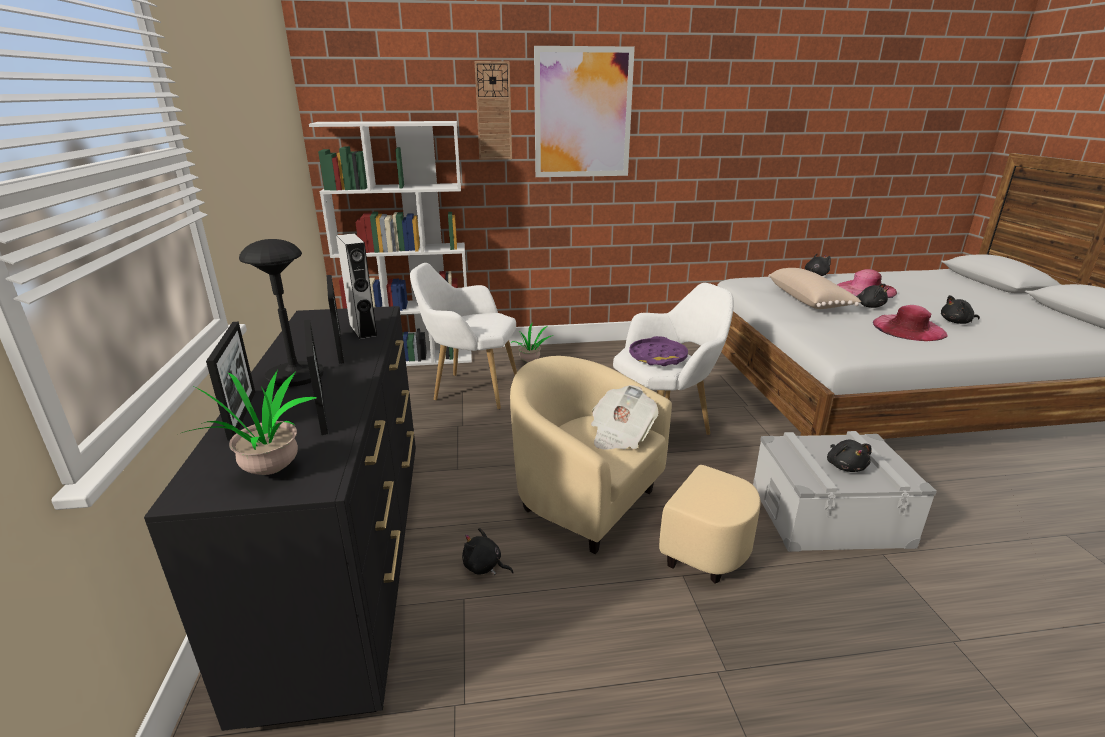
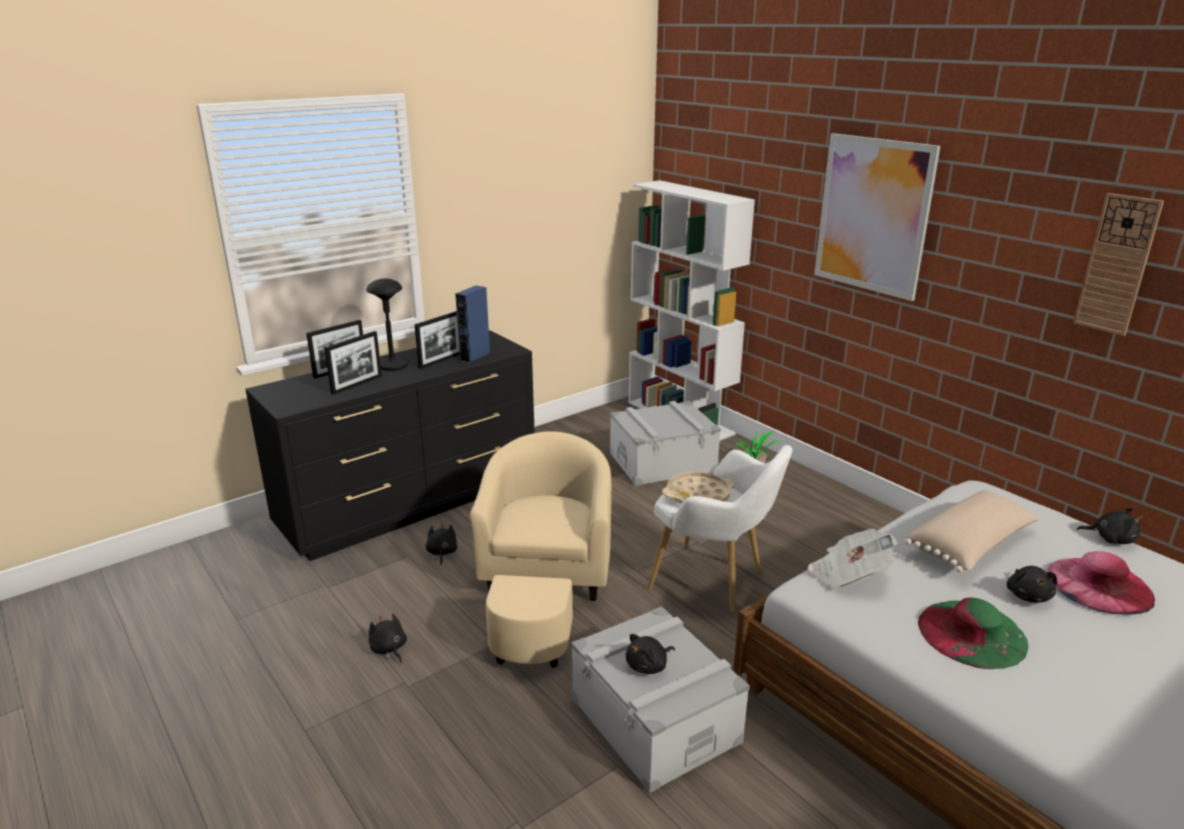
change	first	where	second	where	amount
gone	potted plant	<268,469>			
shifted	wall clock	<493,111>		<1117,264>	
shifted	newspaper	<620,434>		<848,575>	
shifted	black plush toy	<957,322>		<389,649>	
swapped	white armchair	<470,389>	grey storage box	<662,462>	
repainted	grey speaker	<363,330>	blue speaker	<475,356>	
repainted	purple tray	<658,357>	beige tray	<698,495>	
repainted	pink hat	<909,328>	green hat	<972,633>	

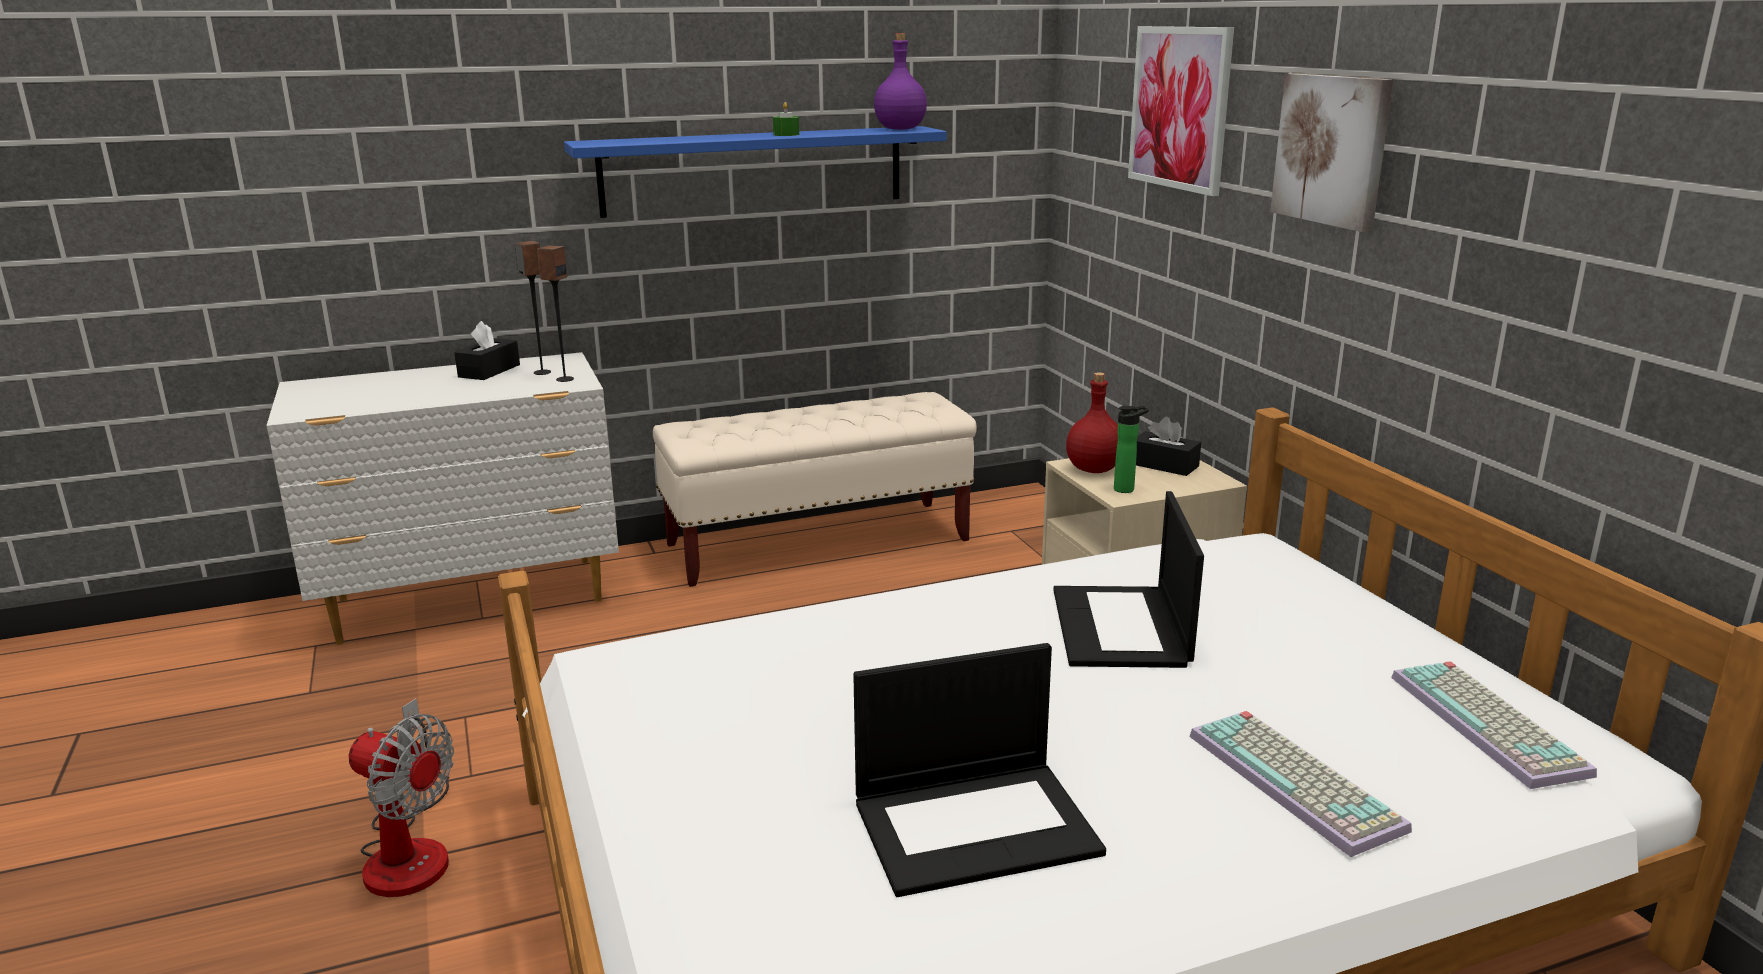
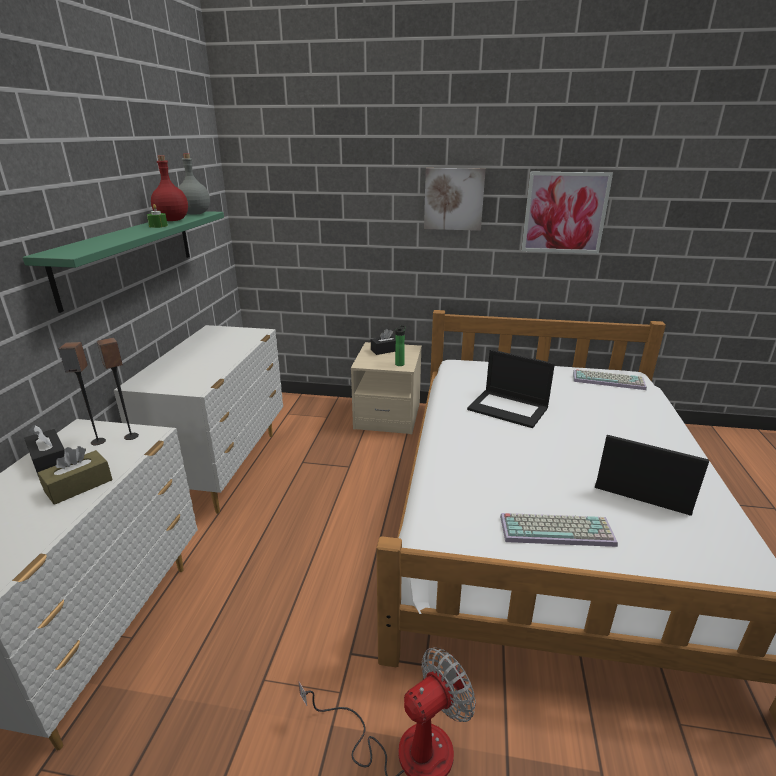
change	first	where	second	where	amount
new			brown tissue box	<79,486>	
shifted	red bottle	<1093,469>		<172,220>	
shifted	picture	<1180,108>		<564,213>	
shifted	keyboard	<1298,781>		<557,529>	
swapped	beige bench	<819,543>	white dresser	<225,467>	
repainted	blue shelf	<753,170>	green shelf	<129,254>	
repainted	purple bottle	<901,129>	grey bottle	<196,214>	
rotated	laptop	<977,825>		<642,486>	75 degrees counterclockwise

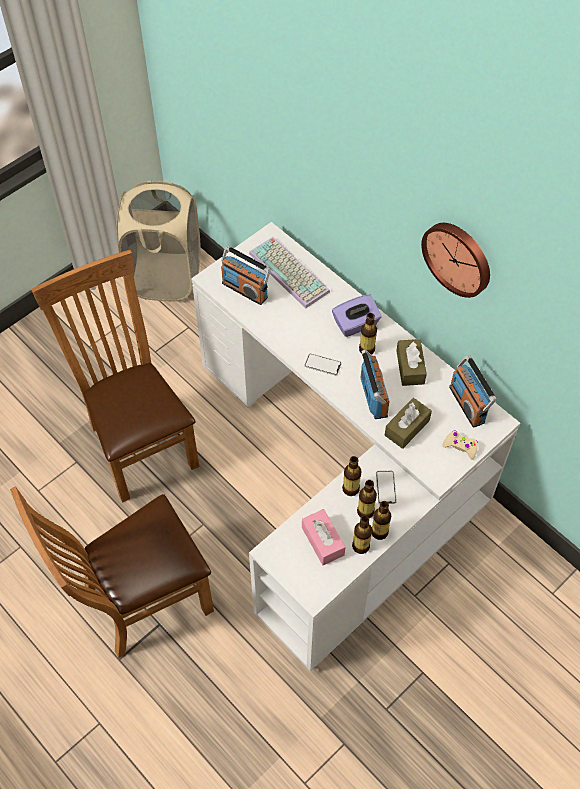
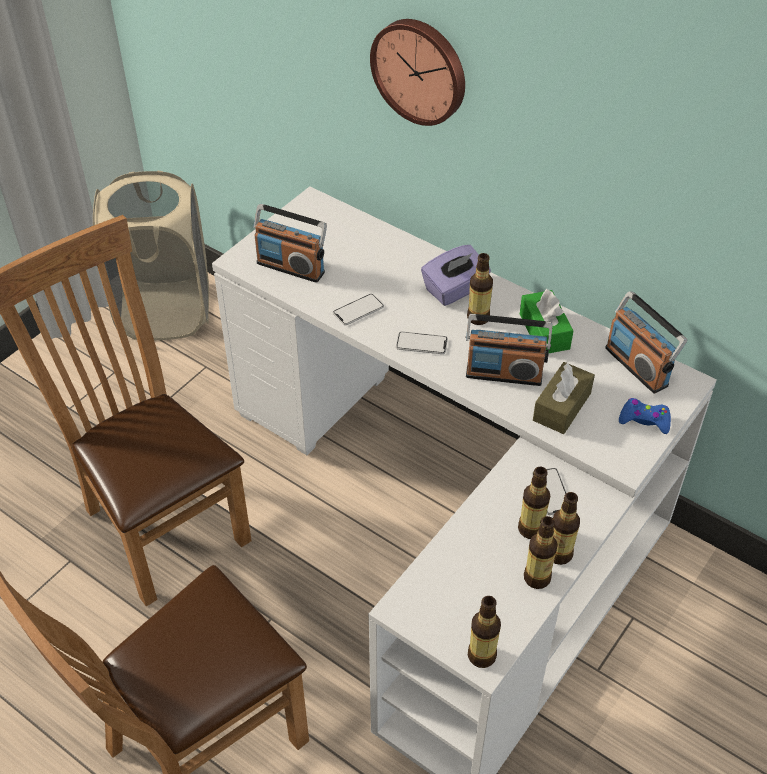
change	first	where	second	where	amount
gone	keyboard	<291,272>			
gone	pink tissue box	<323,541>			
new			phone	<358,310>	
shifted	bottle	<350,489>		<481,655>	
shifted	wall clock	<458,257>		<420,70>	
repainted	brown tissue box	<410,367>	green tissue box	<544,331>	
repainted	beige game controller	<460,446>	blue game controller	<644,420>	
rotated	radio	<374,396>		<504,374>	120 degrees clockwise

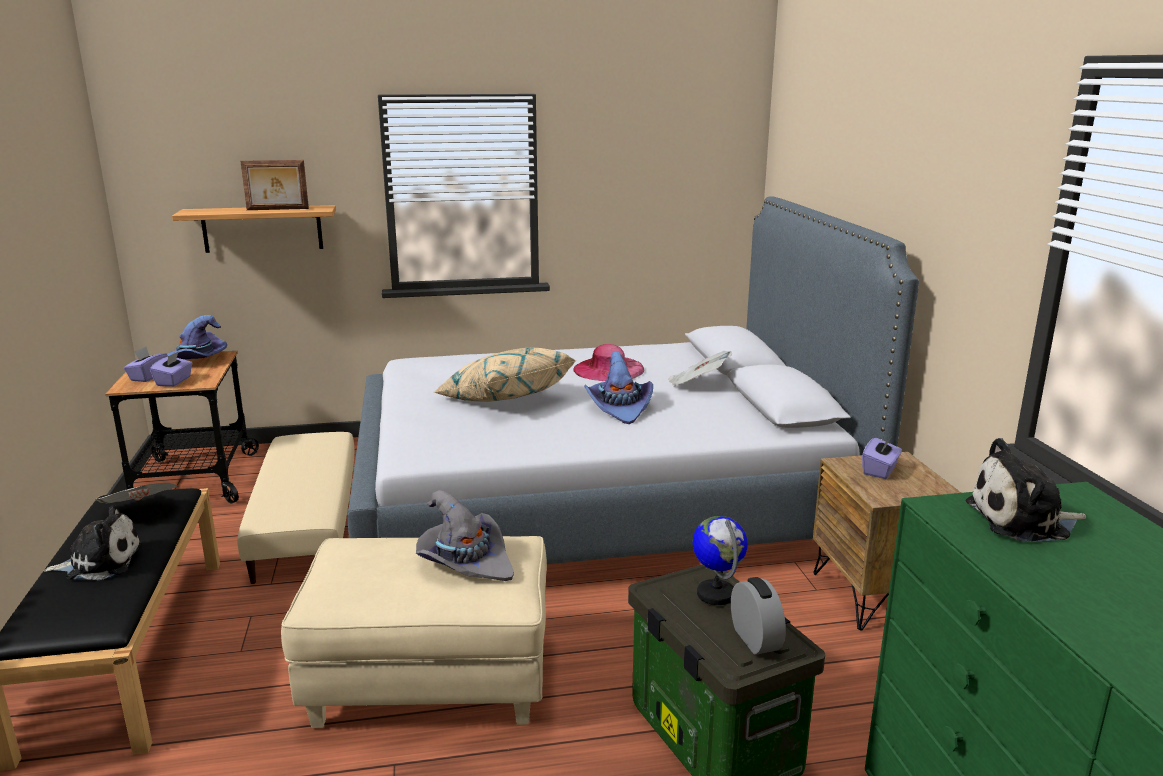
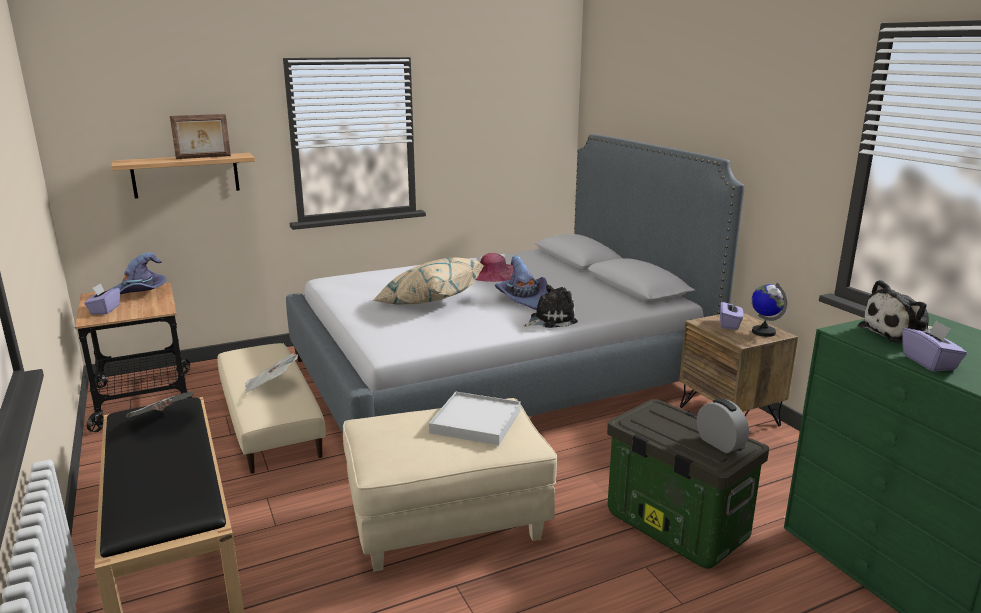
change	first	where	second	where	amount
shifted	plush toy	<100,562>		<550,320>	
shifted	purple tissue box	<174,381>		<929,362>	
shifted	newspaper	<697,384>		<271,386>	
shifted	globe	<716,594>		<763,332>	
swapped	grey hat	<465,562>	white tray	<475,421>	

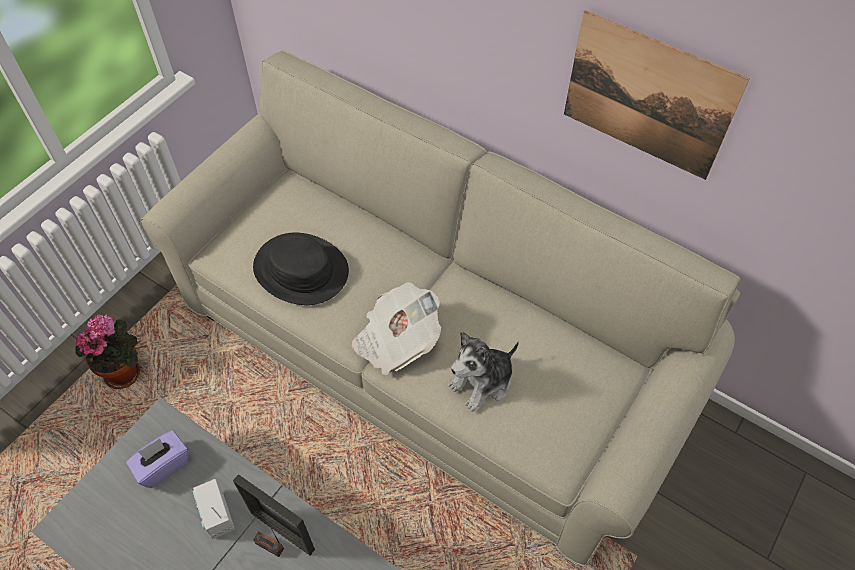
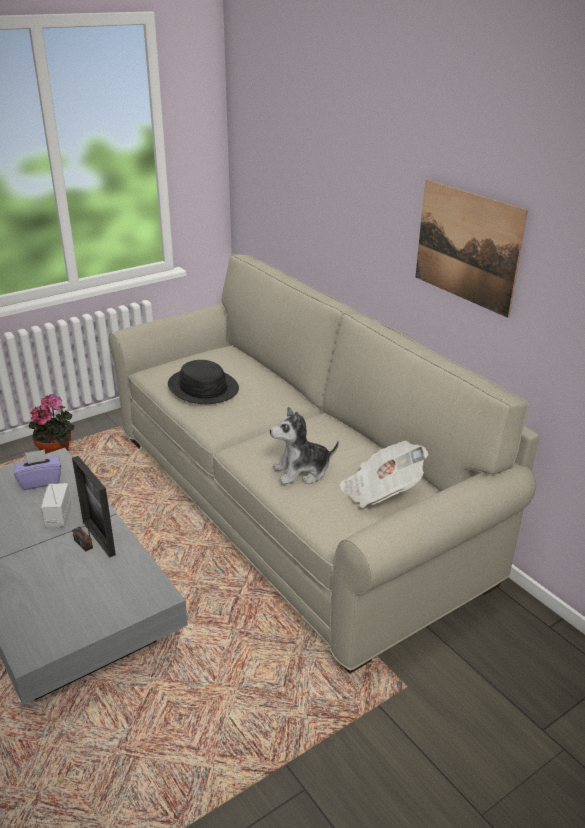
change	first	where	second	where	amount
shifted	newspaper	<396,340>		<381,491>	

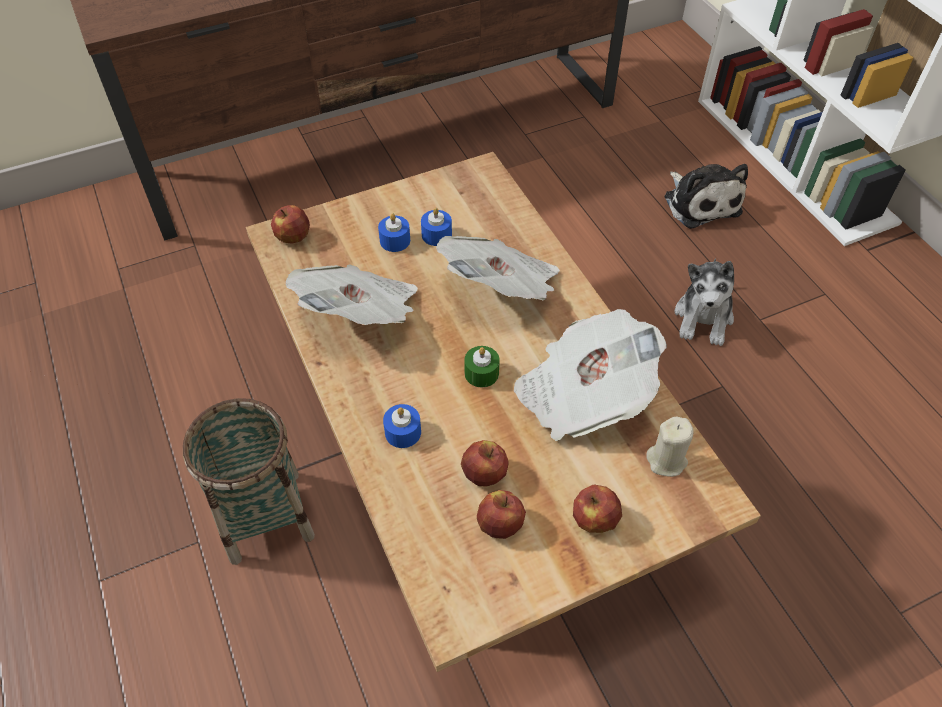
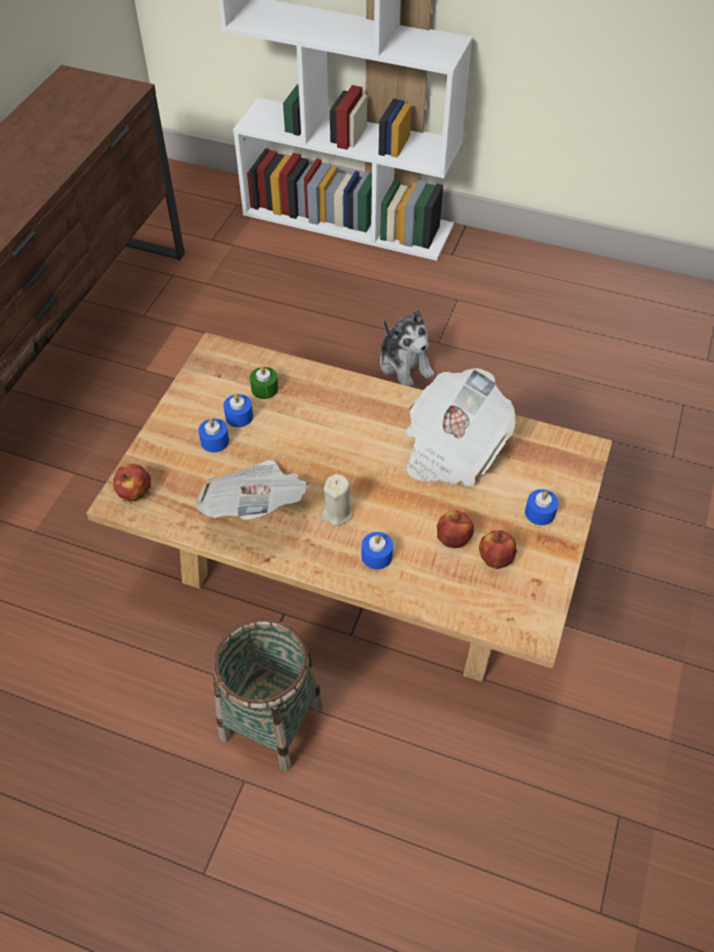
change	first	where	second	where	amount
gone	newspaper	<502,288>			
gone	plush toy	<700,202>			
shifted	green candle	<481,373>		<264,389>	
shifted	beige candle	<666,460>		<337,512>	
swapped	apple	<595,520>	blue candle	<540,513>	

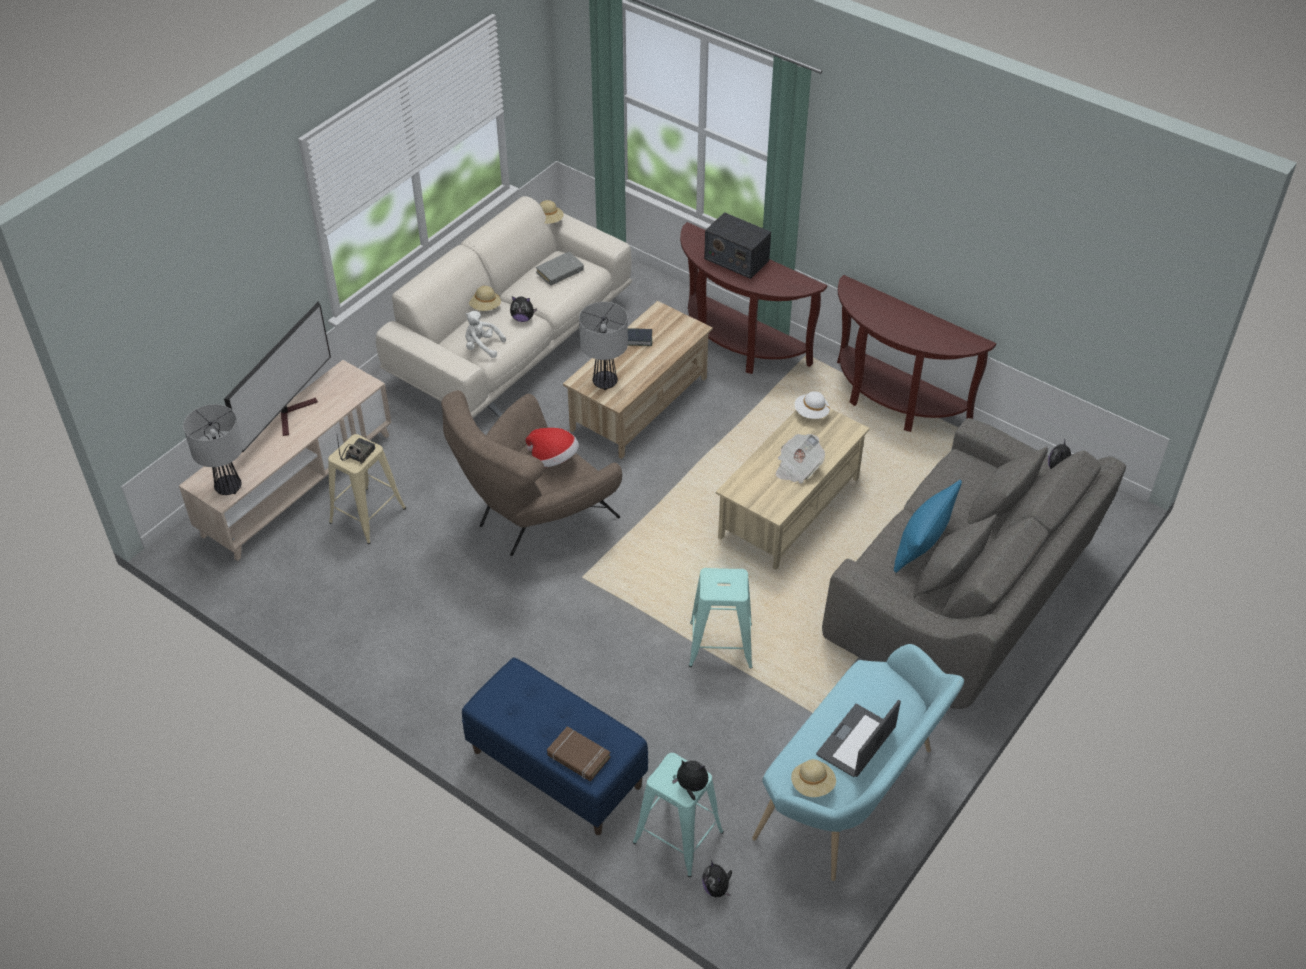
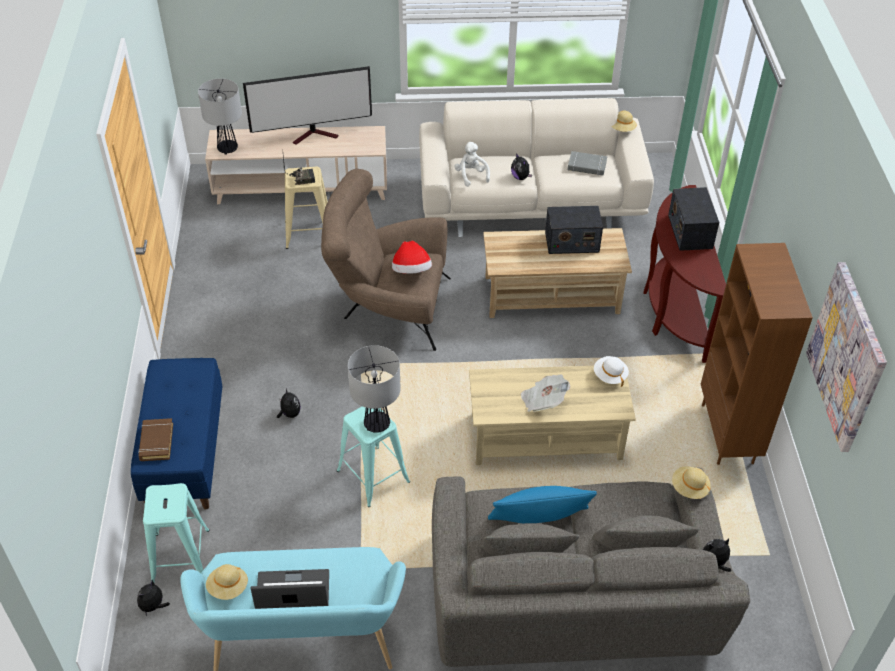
change	first	where	second	where	amount
new			picture	<847,357>	
shifted	beige hat	<484,307>		<689,488>	
shifted	table lamp	<605,383>		<376,424>	
shifted	plush toy	<691,787>		<289,414>	
swapped	book	<639,339>	radio	<571,242>	
swapped	brown console table	<893,402>	brown bookcase	<728,434>	

